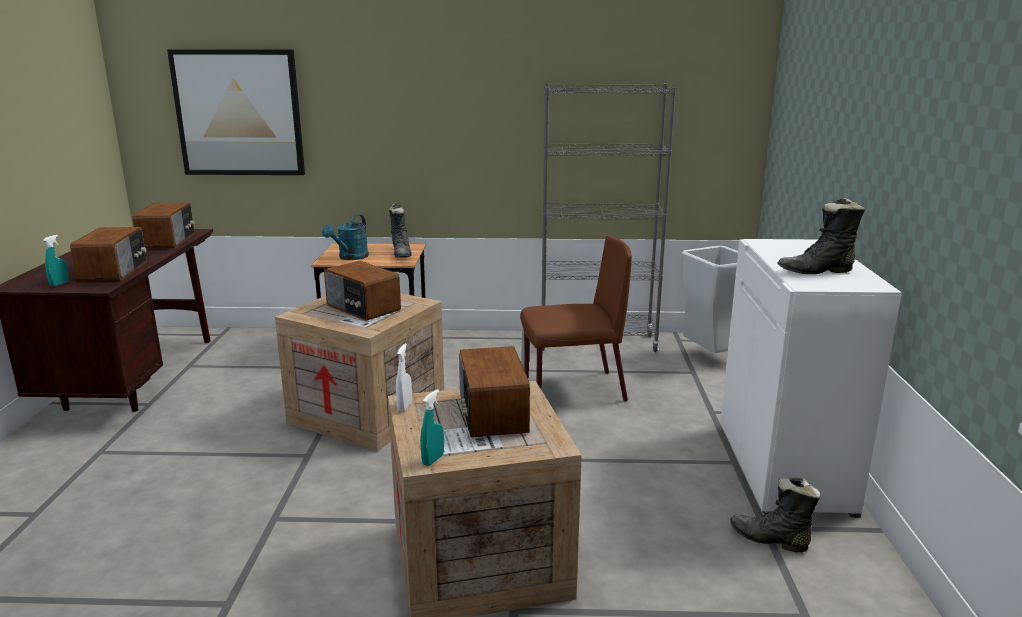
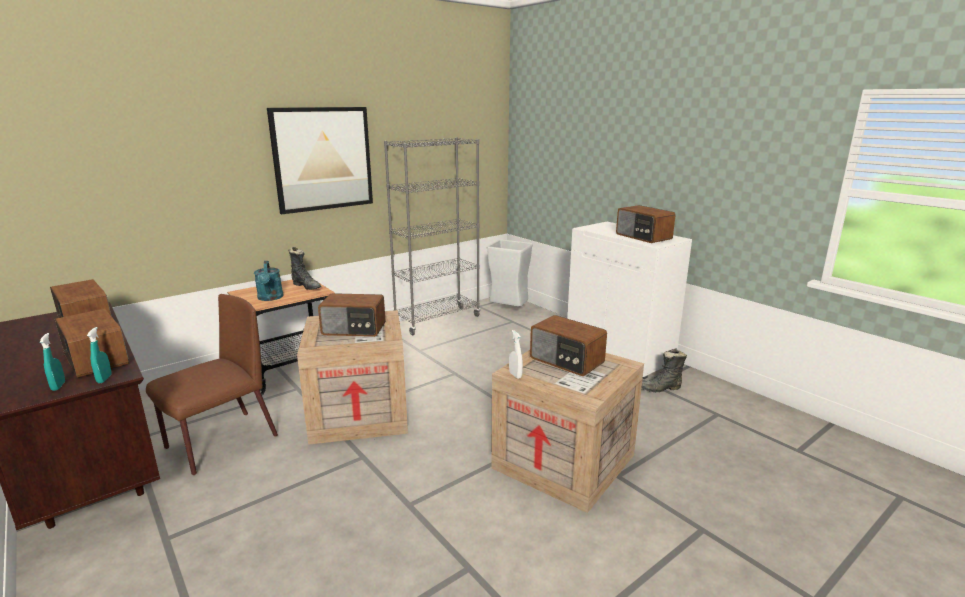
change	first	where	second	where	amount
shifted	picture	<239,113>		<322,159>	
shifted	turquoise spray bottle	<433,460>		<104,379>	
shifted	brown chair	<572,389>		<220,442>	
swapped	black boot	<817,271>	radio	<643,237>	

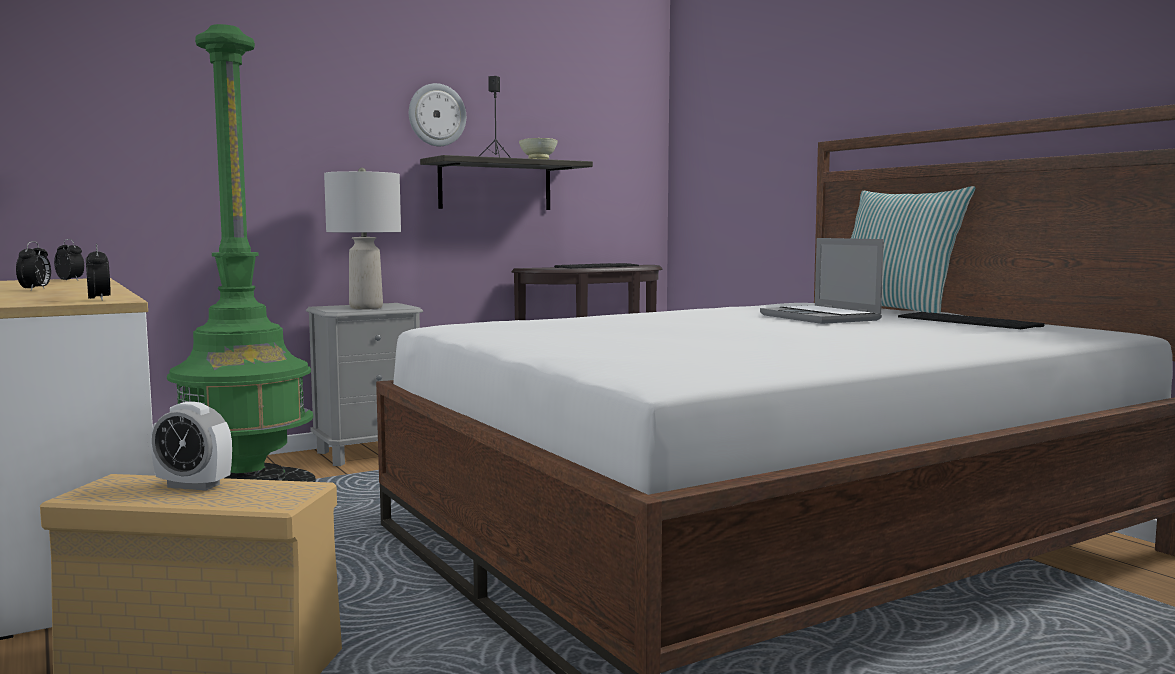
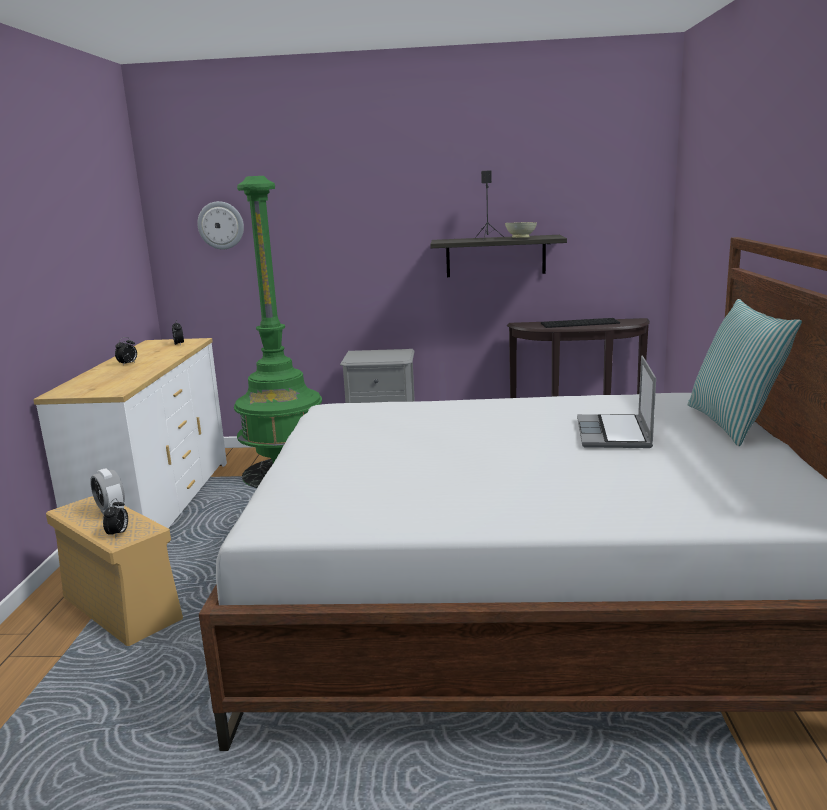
change	first	where	second	where	amount
gone	grey table lamp	<366,307>			
gone	keyboard	<970,321>			
shifted	alarm clock	<99,300>		<118,534>	
shifted	wall clock	<437,115>		<221,225>	

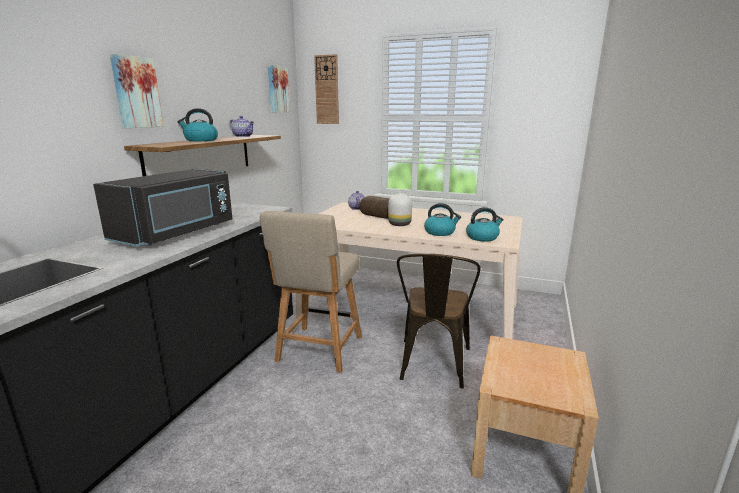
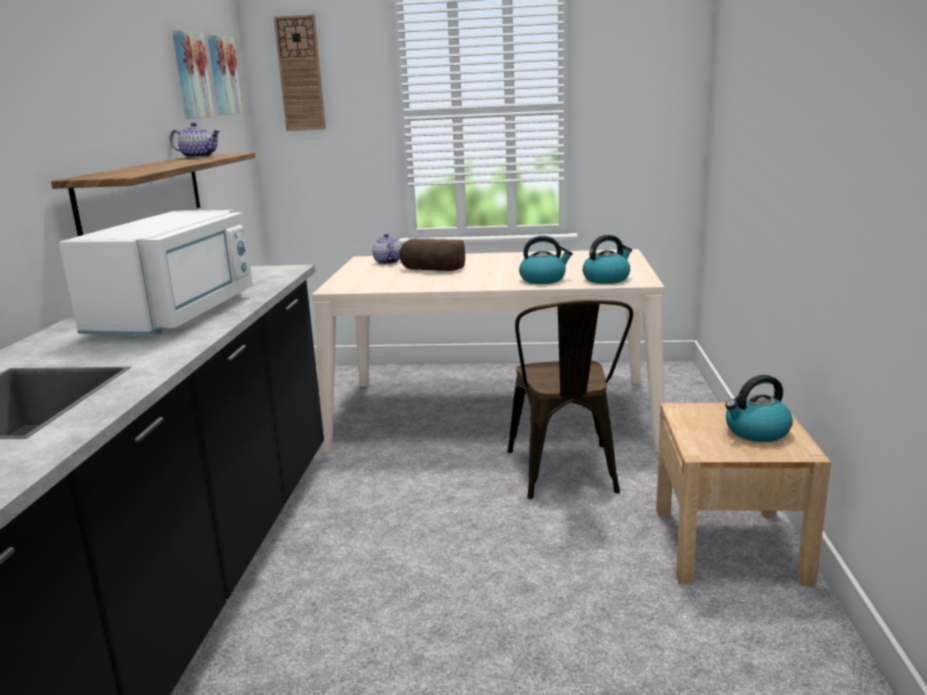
change	first	where	second	where	amount
gone	beige chair	<318,351>			
gone	white vase	<400,224>			
shifted	picture	<136,92>		<190,76>	
shifted	kettle	<200,140>		<756,432>	
repainted	black microwave	<178,233>	white microwave	<179,314>	

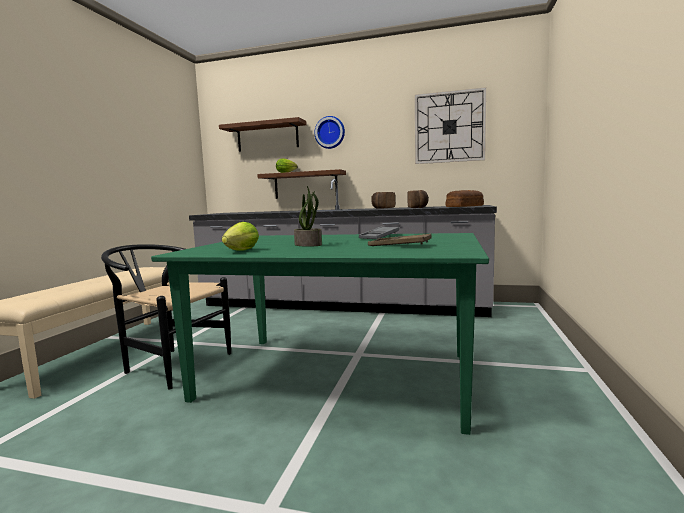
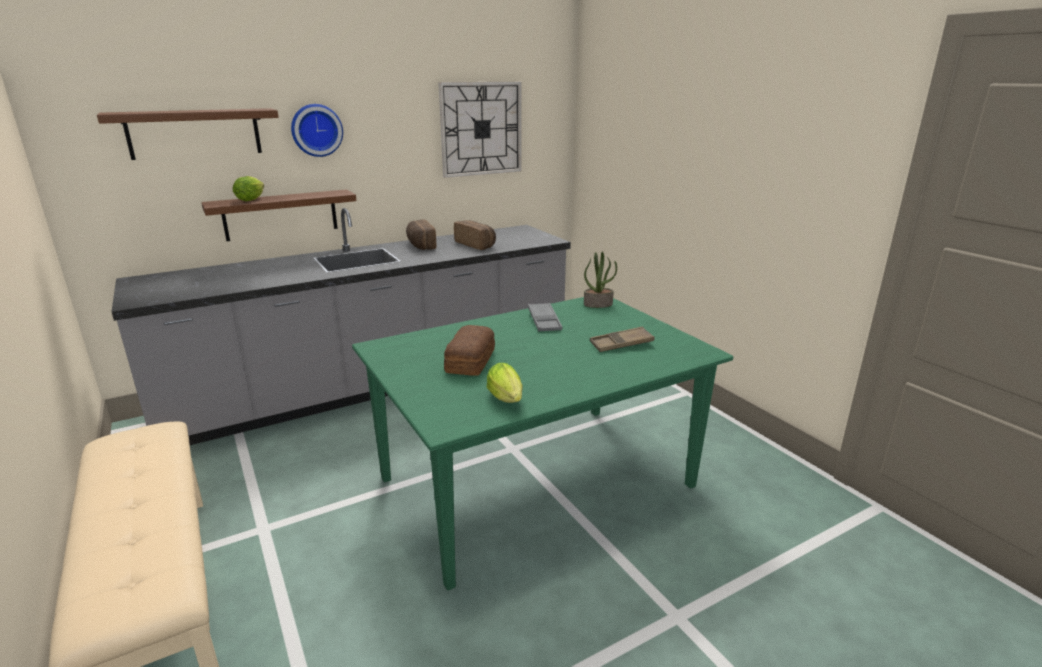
change	first	where	second	where	amount
gone	black chair	<170,364>			
shifted	potted plant	<308,245>		<598,304>	
shifted	bread	<463,206>		<469,361>	

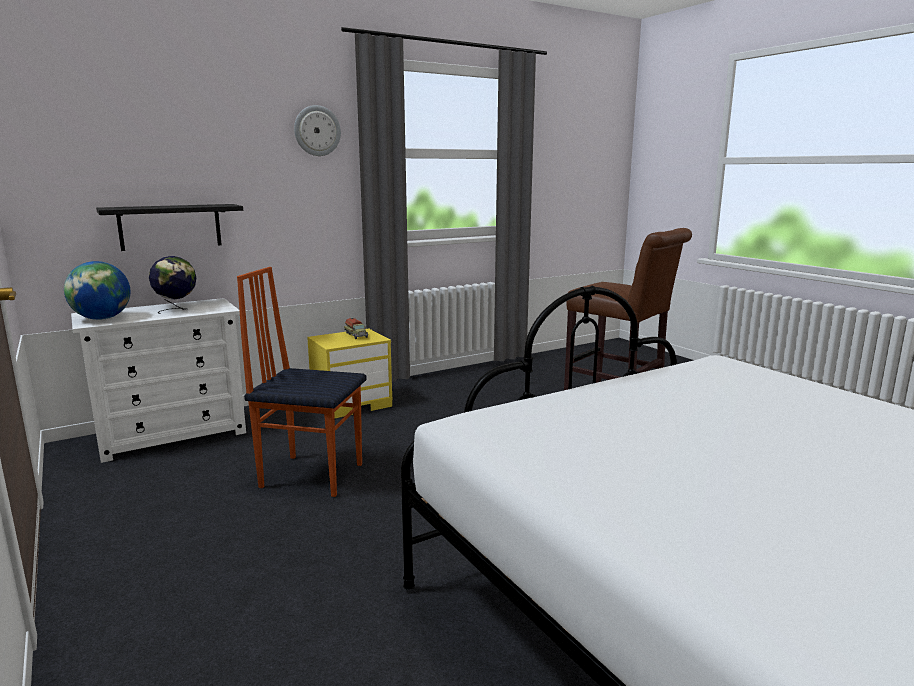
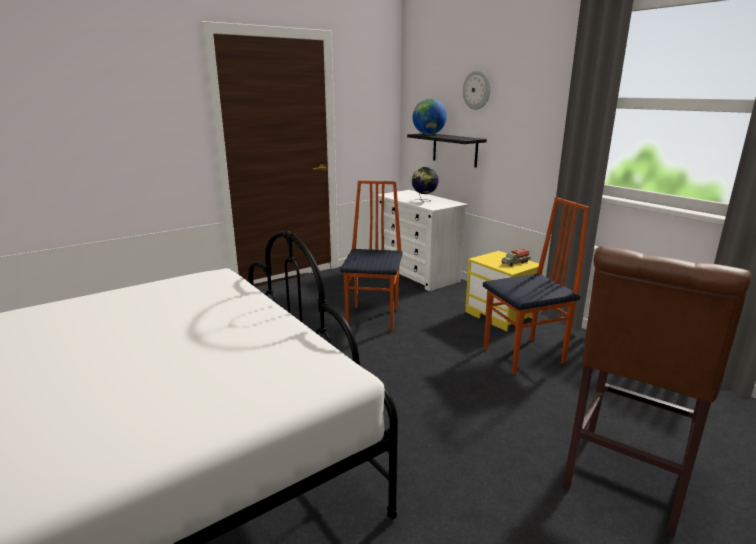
change	first	where	second	where	amount
new			chair	<525,356>	
shifted	globe	<102,319>		<428,134>	
shifted	wall clock	<317,131>		<477,90>	

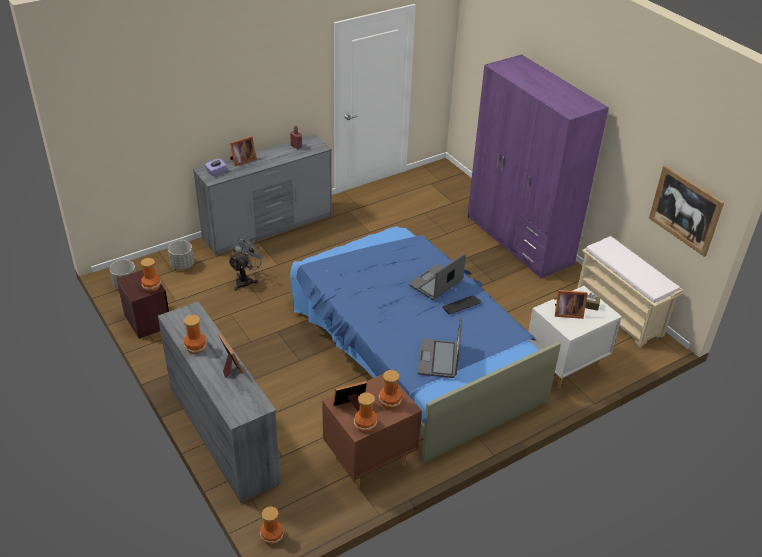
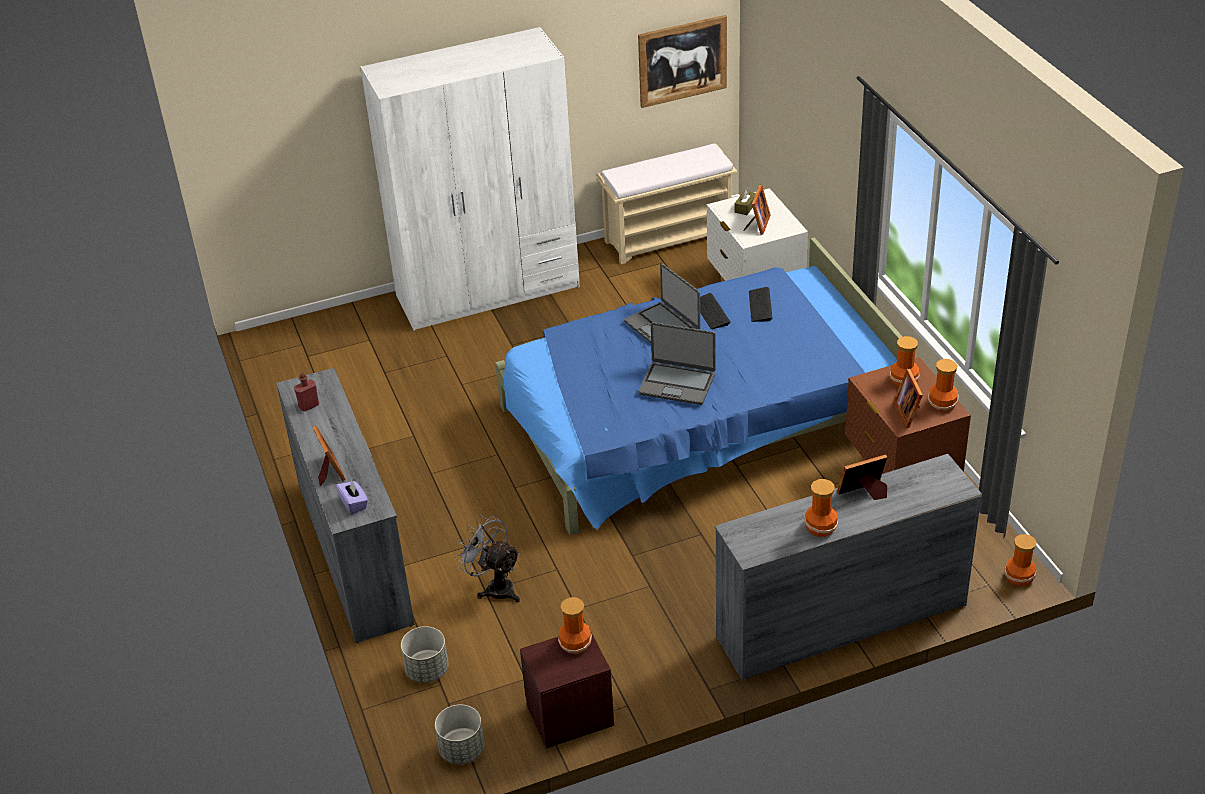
change	first	where	second	where	amount
new			keyboard	<760,306>	
shifted	laptop	<439,359>		<677,384>	
repainted	purple wardrobe	<519,240>	white wardrobe	<488,291>	

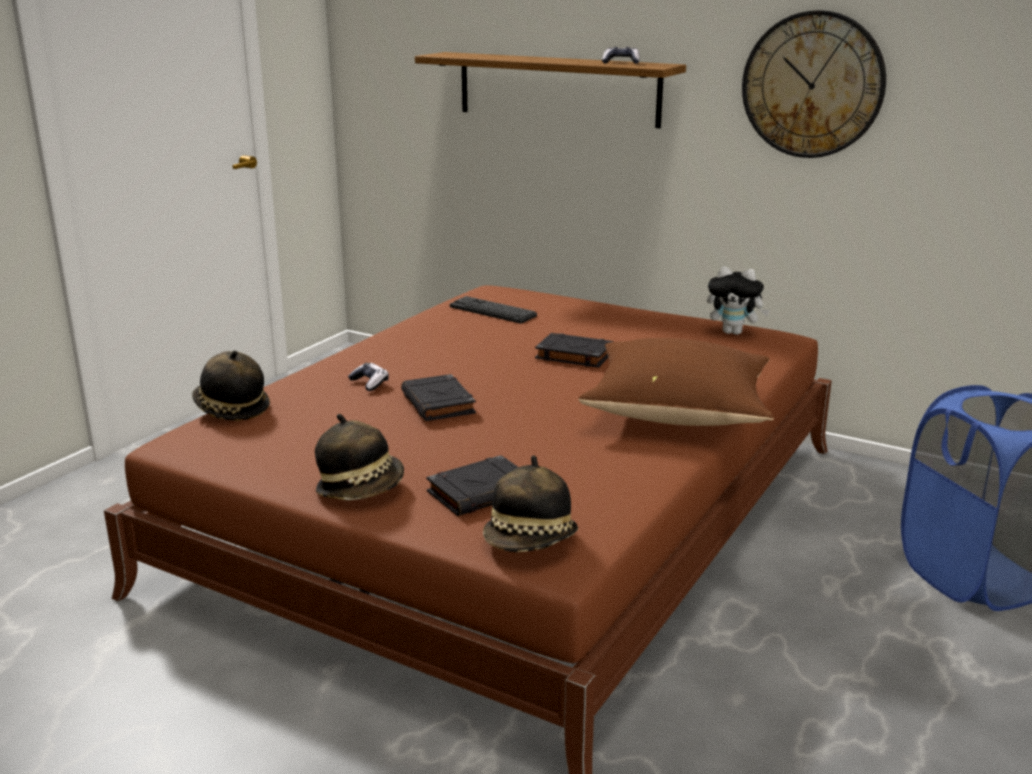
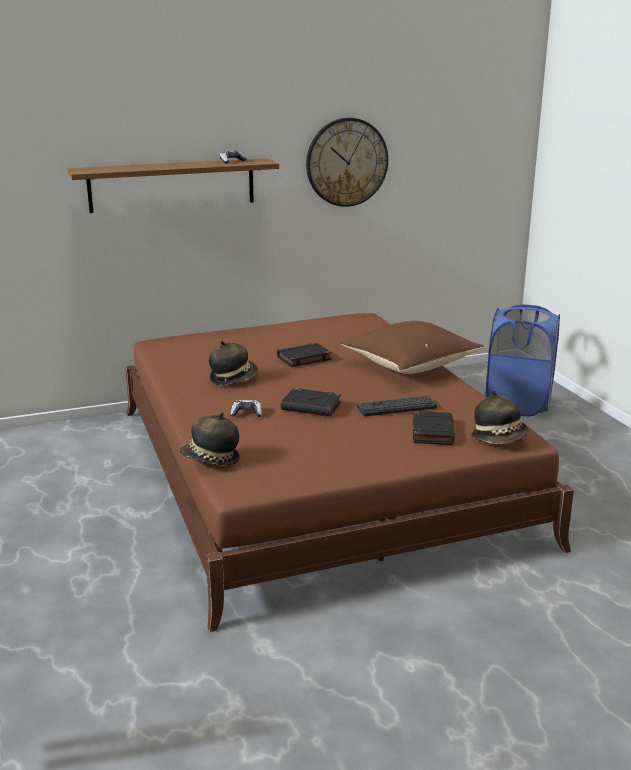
change	first	where	second	where	amount
gone	plush toy	<734,332>			
shifted	hat	<361,488>		<233,378>	
shifted	keyboard	<492,311>		<396,407>	

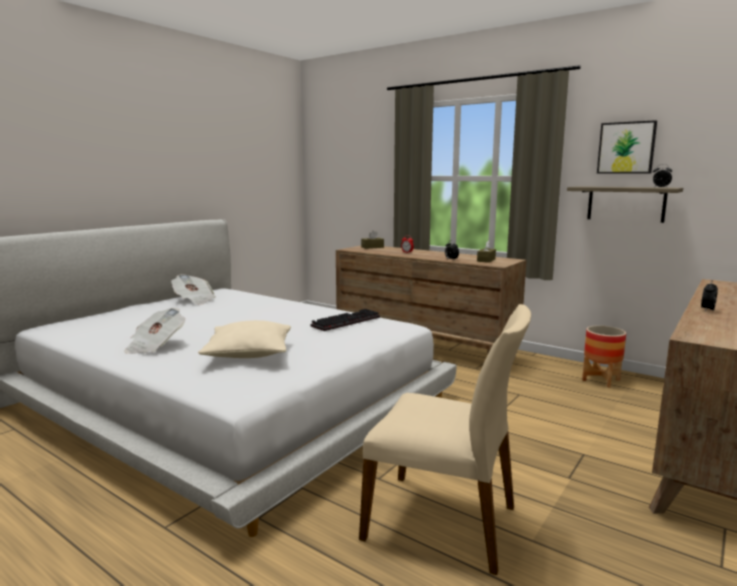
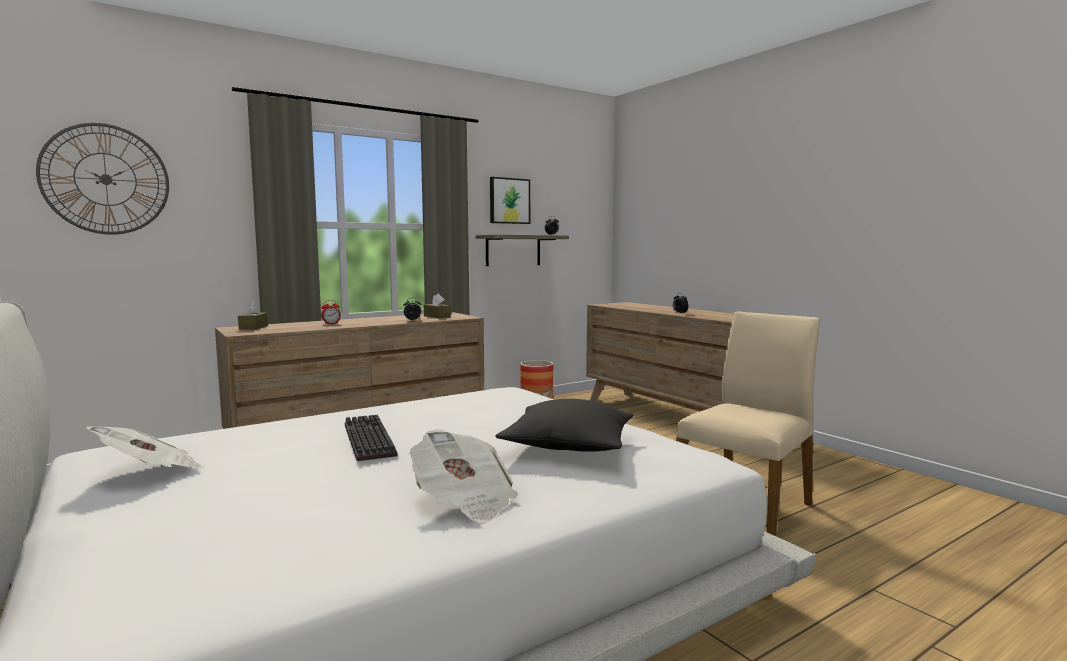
change	first	where	second	where	amount
new			wall clock	<105,179>	
shifted	keyboard	<346,321>		<366,439>	
repainted	beige pillow	<248,353>	black pillow	<568,446>	

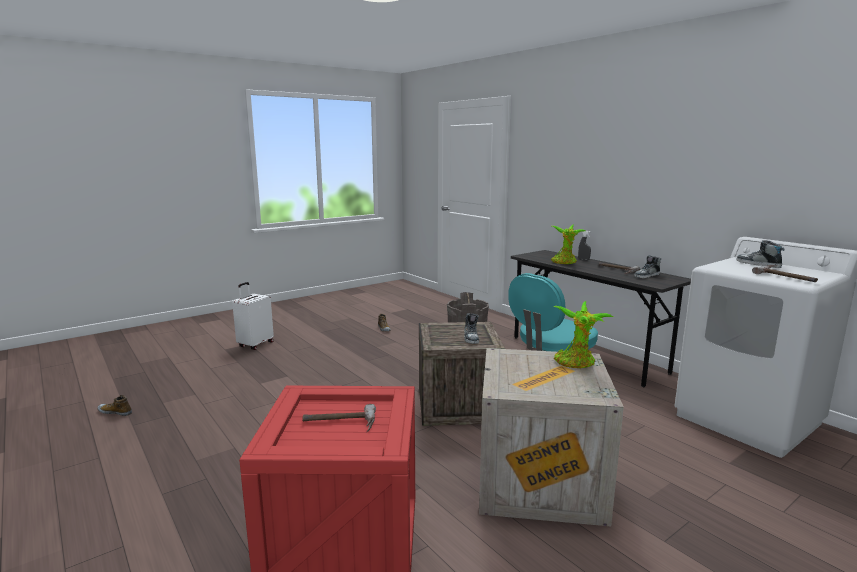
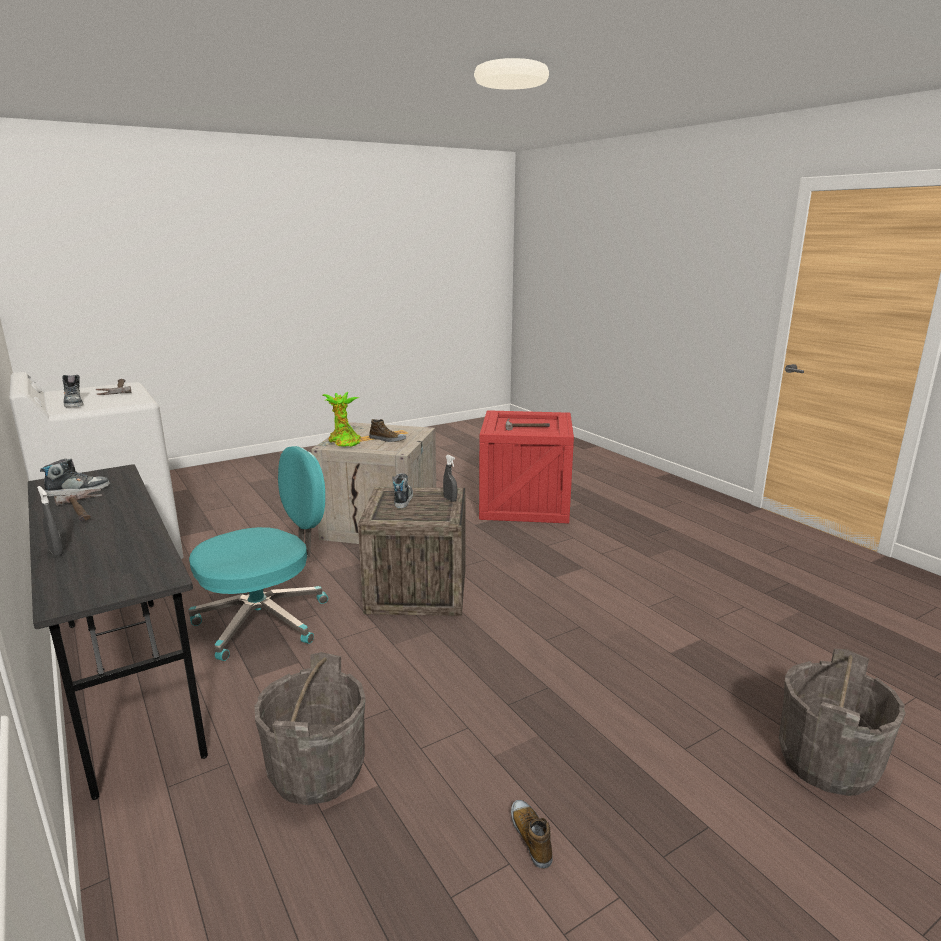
change	first	where	second	where	amount
gone	potted plant	<564,262>			
new			grey spray bottle	<450,499>	
shifted	shoe	<115,412>		<387,439>	
swapped	white suitcase	<255,344>	grey bucket	<828,762>	

